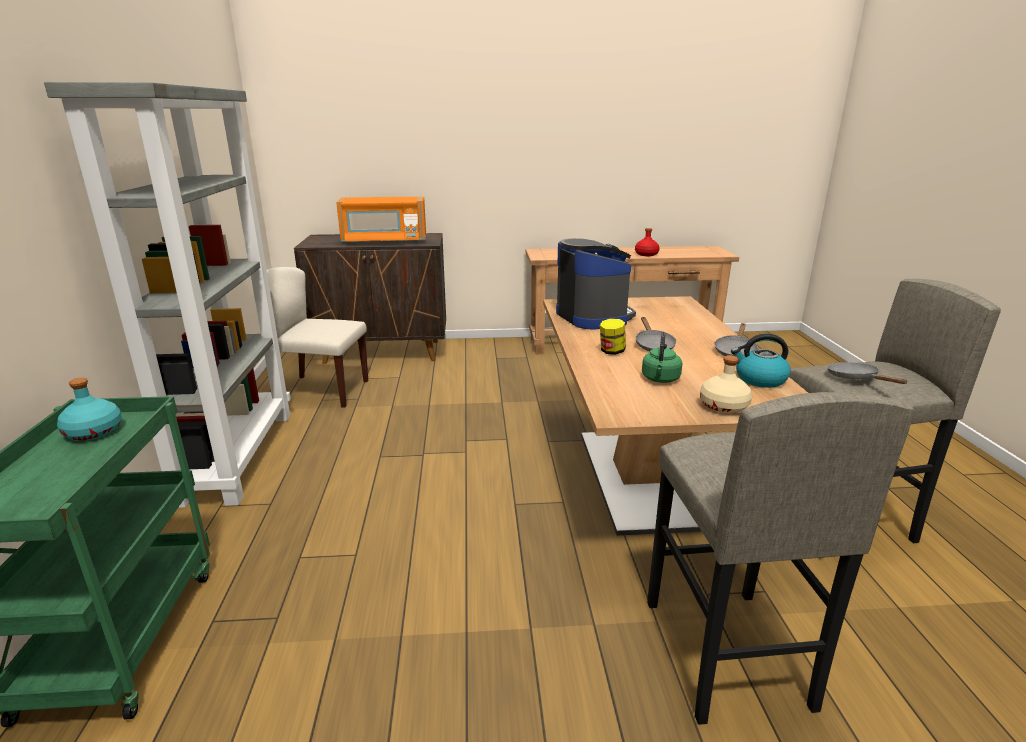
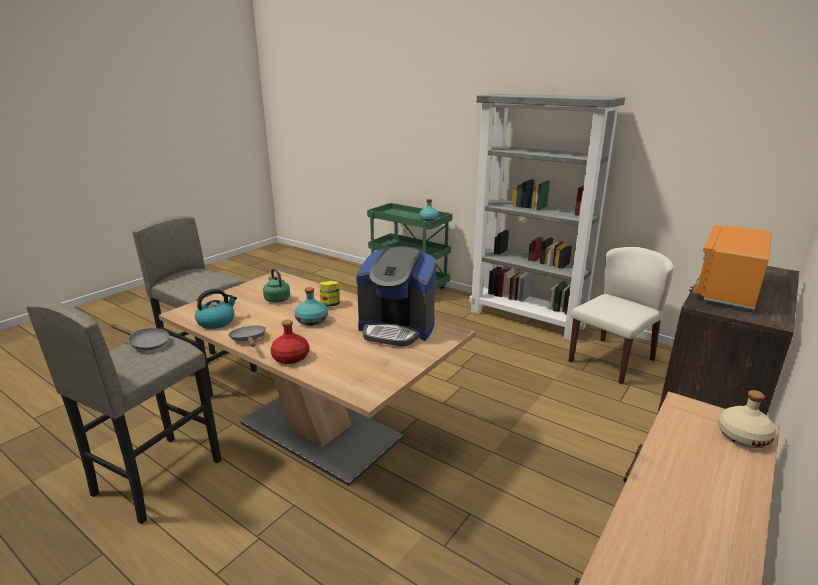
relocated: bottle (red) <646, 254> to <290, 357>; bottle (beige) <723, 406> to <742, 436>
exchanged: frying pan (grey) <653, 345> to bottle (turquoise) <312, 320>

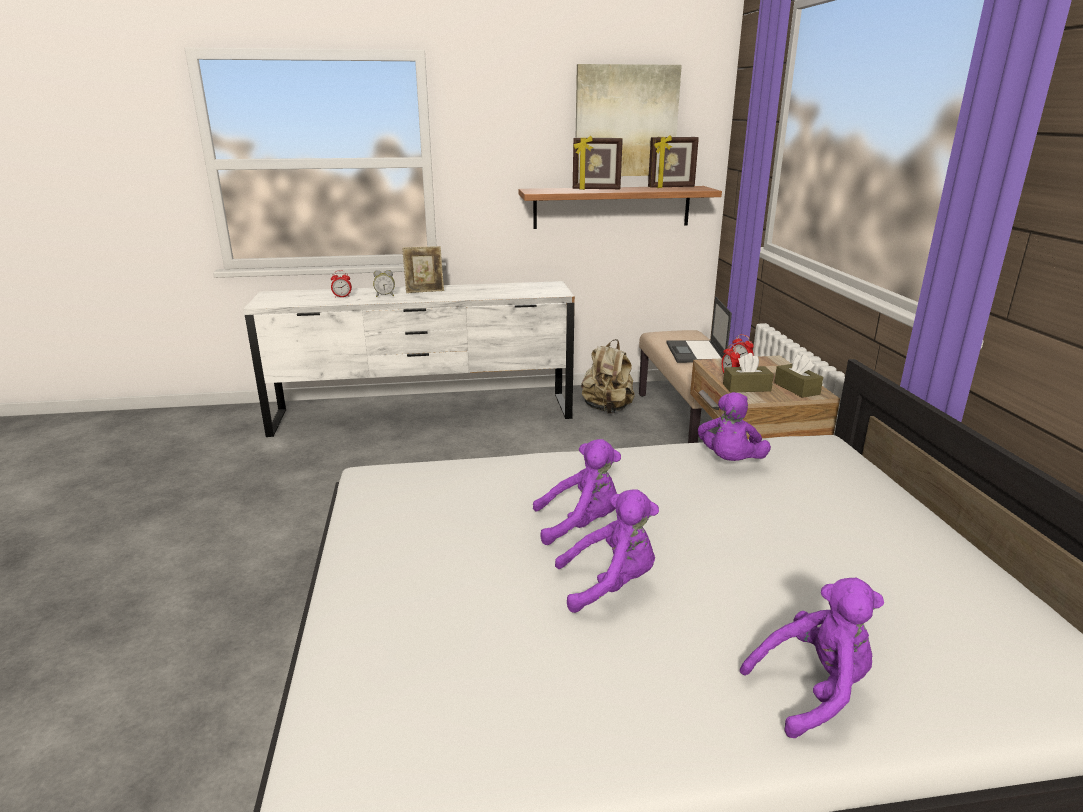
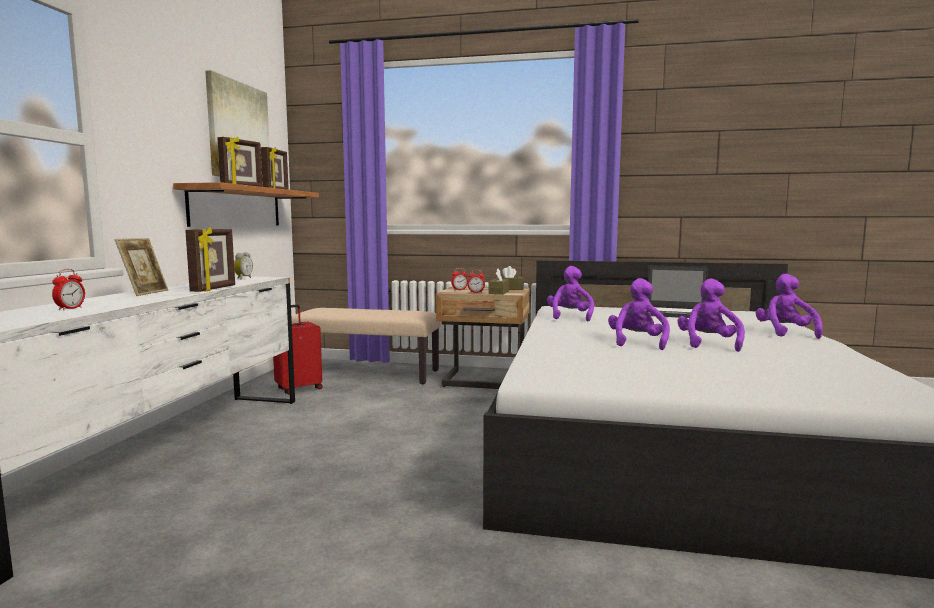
appeared: picture frame <214, 289>
relocated: alarm clock <385, 296> to <242, 278>; laptop <696, 352> to <676, 313>
exchanged: backpack (beige) <607, 409> to suitcase (red) <299, 389>
spun: plush toy (purple) <729, 462> = <569, 317> 120 degrees counterclockwise

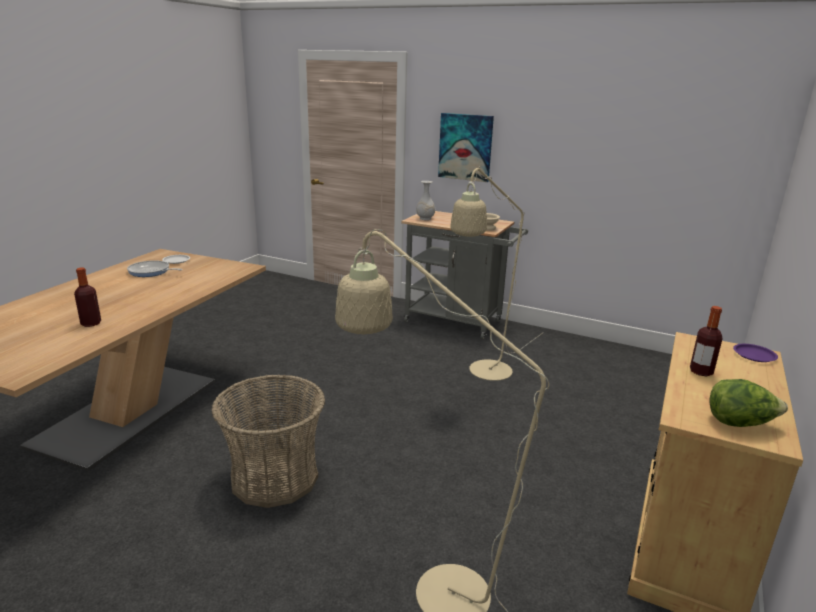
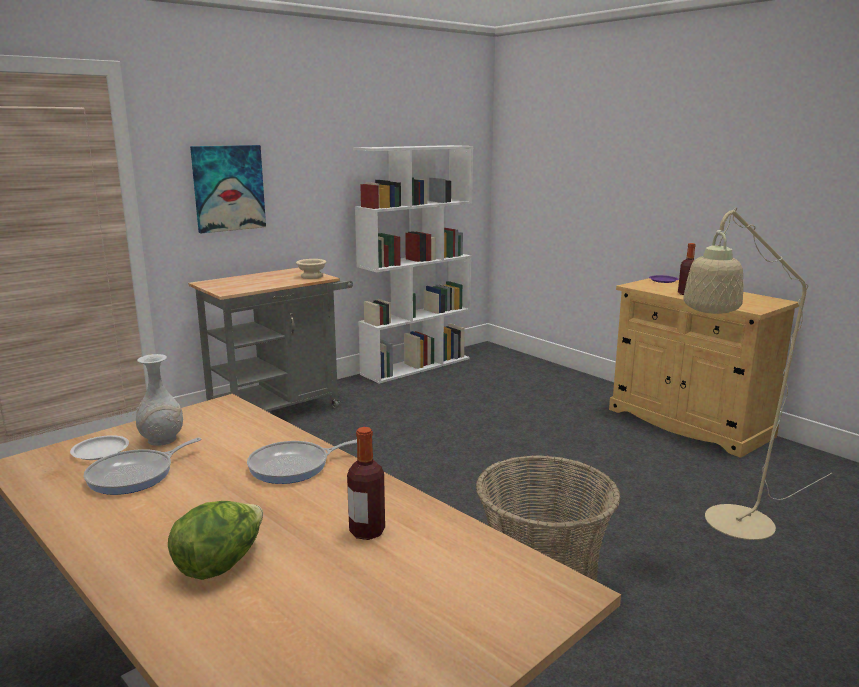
missing: floor lamp (beige) <485, 374>
appeared: frying pan <293, 466>; bookcase (white) <416, 366>
relocated: vase (white) <425, 218> to <162, 440>; lettuce <740, 423> to <220, 564>

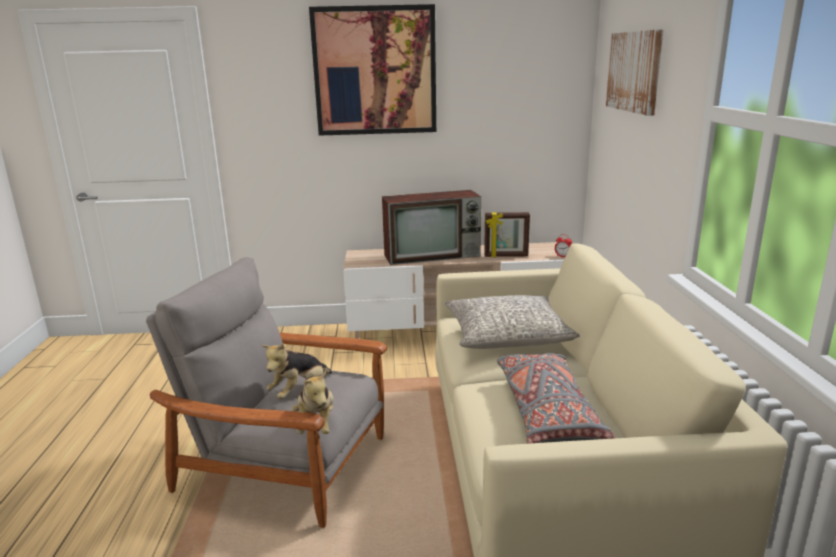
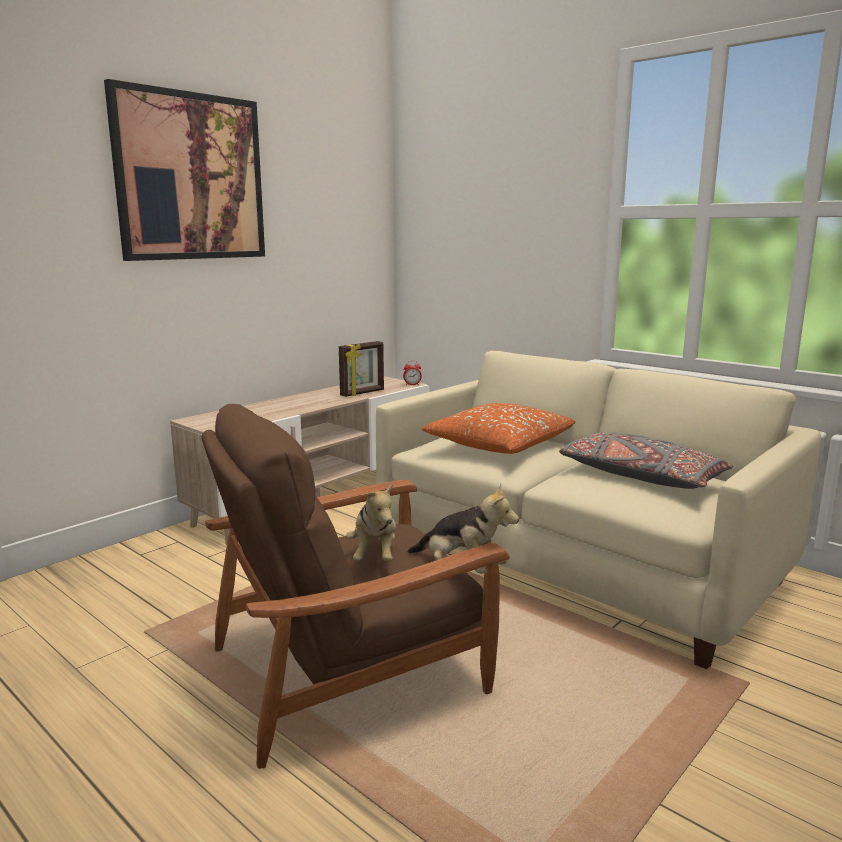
missing: television <433, 255>; picture <634, 71>
colour: armchair (grey) <285, 464> to armchair (brown) <350, 670>; pillow (grey) <507, 336> to pillow (orange) <499, 444>

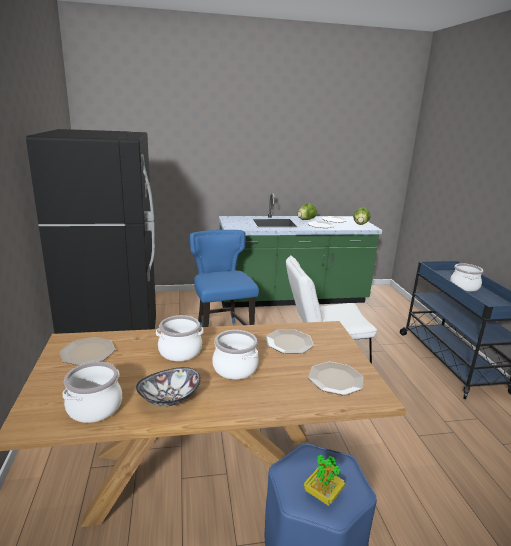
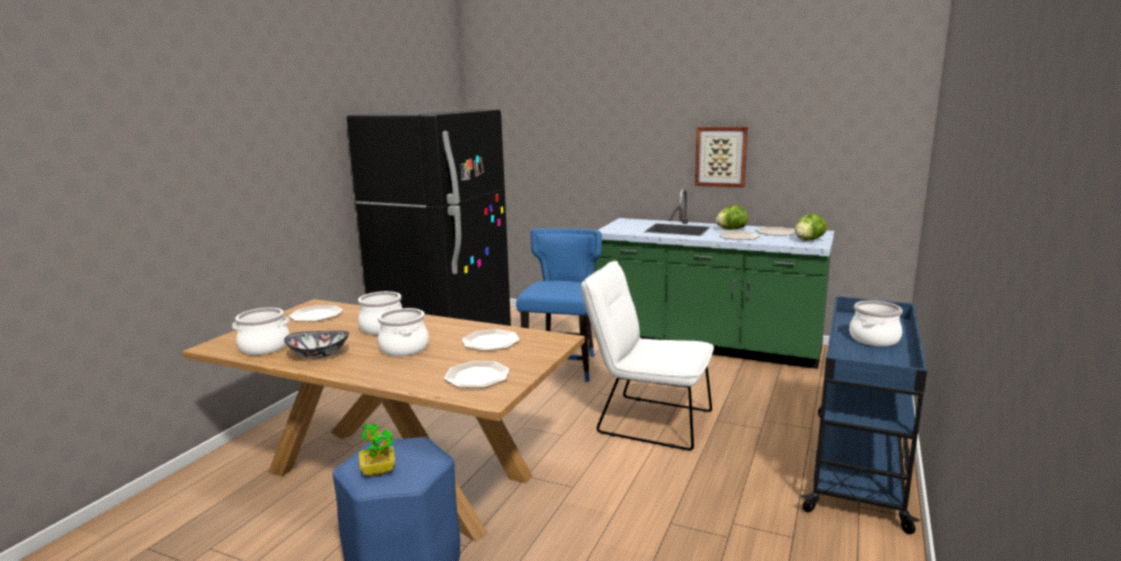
appeared: picture <721, 156>

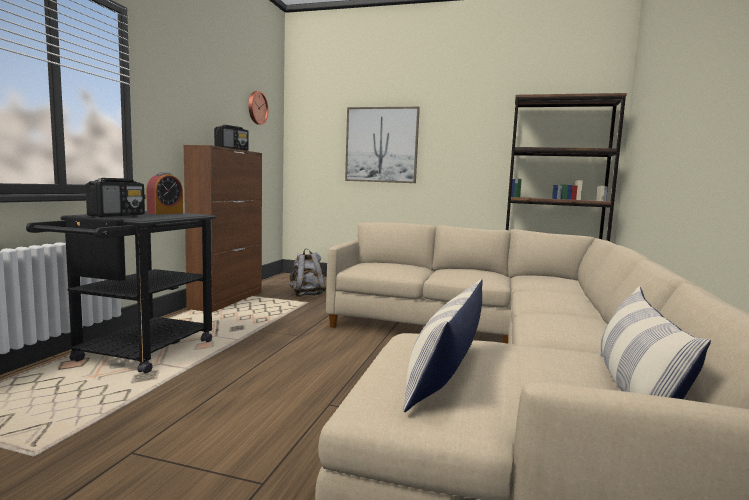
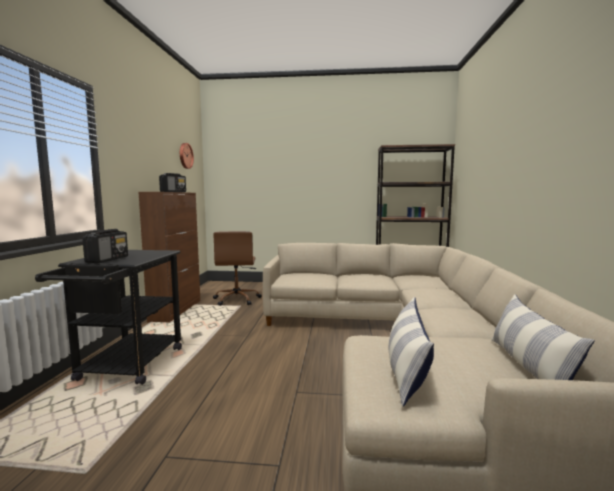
missing: alarm clock <165, 213>; picture <381, 145>
exchanged: backpack (grey) <307, 295> to office chair (brown) <237, 299>

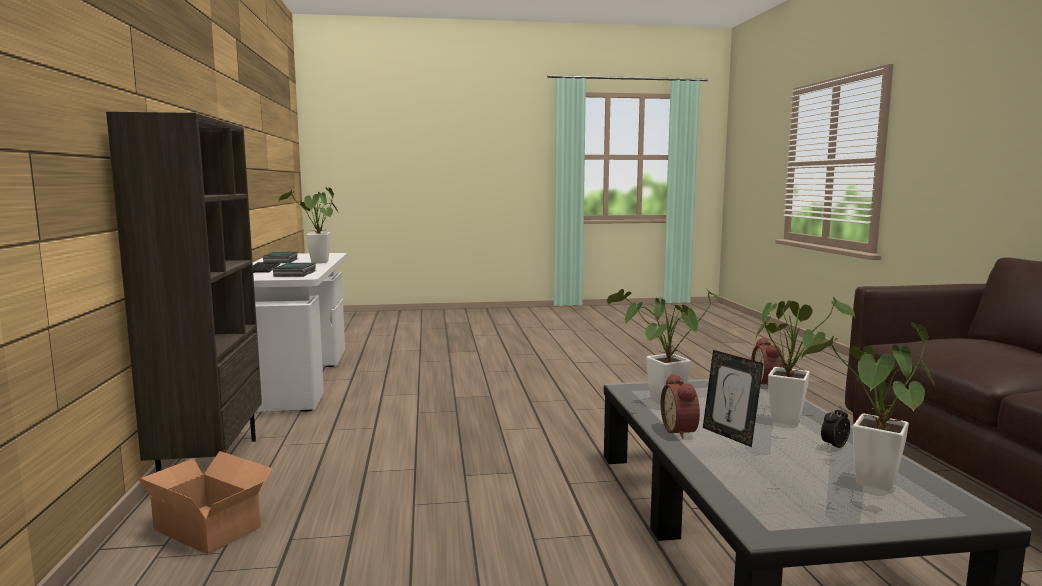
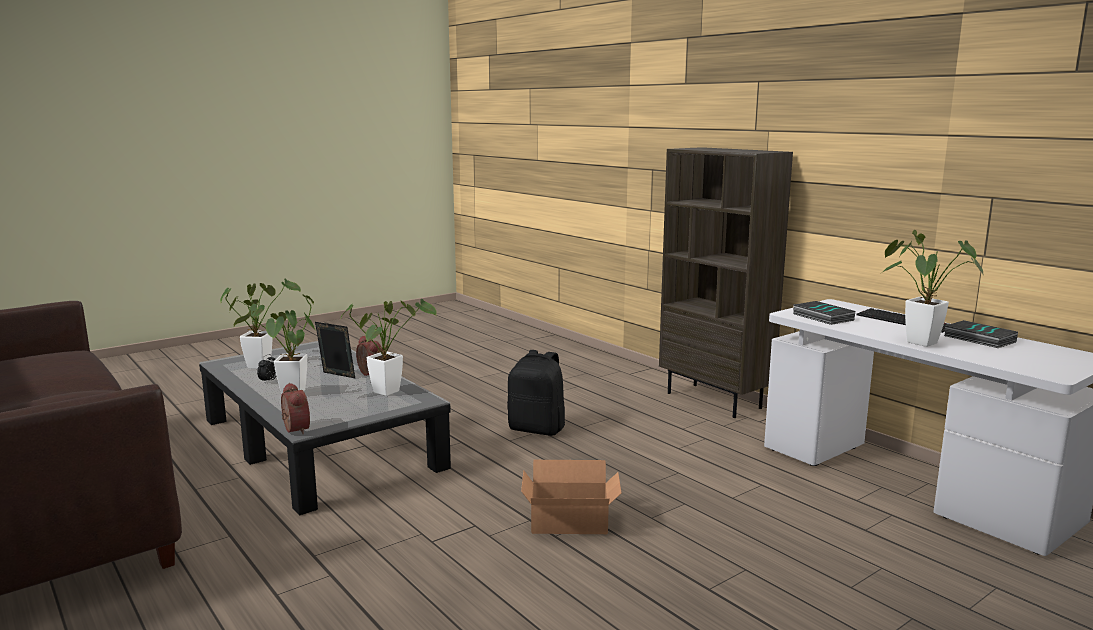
appeared: backpack (black) <537, 429>
relocated: cardboard box <209, 526> to <571, 523>

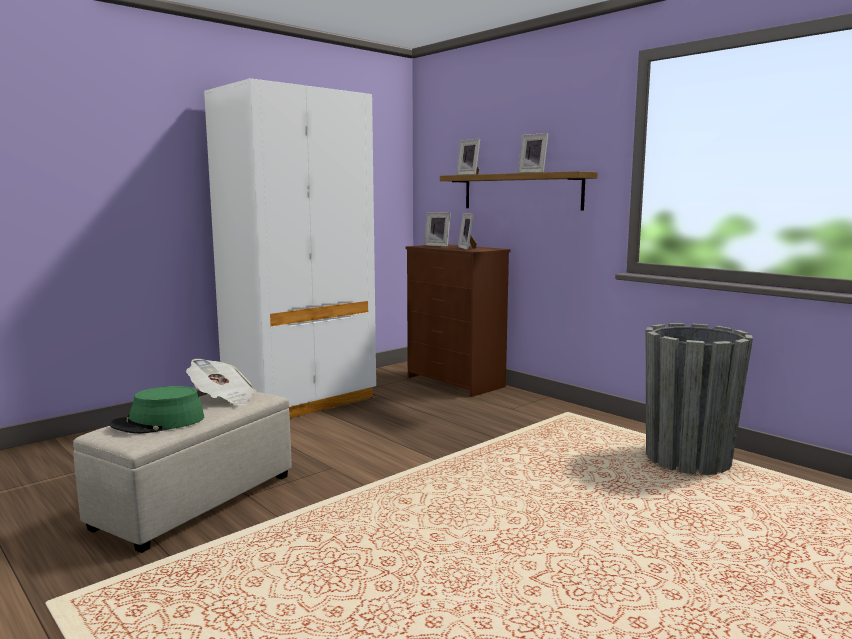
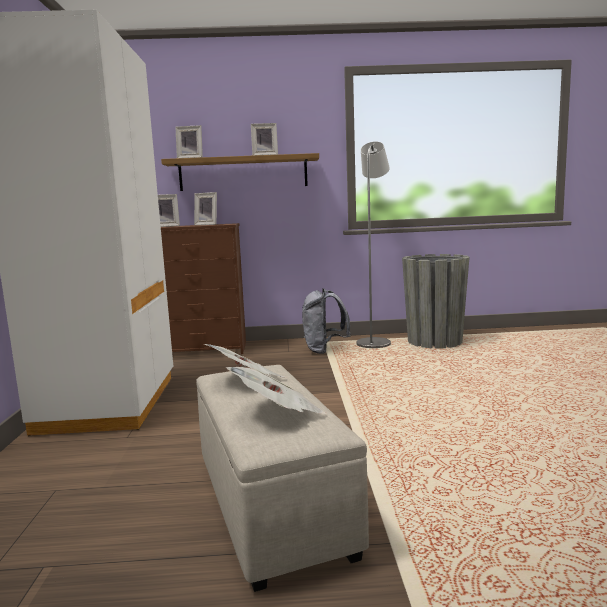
appeared: backpack (grey) <324, 350>; floor lamp (grey) <375, 342>
exchanged: hat (green) <158, 422> to newspaper <278, 414>

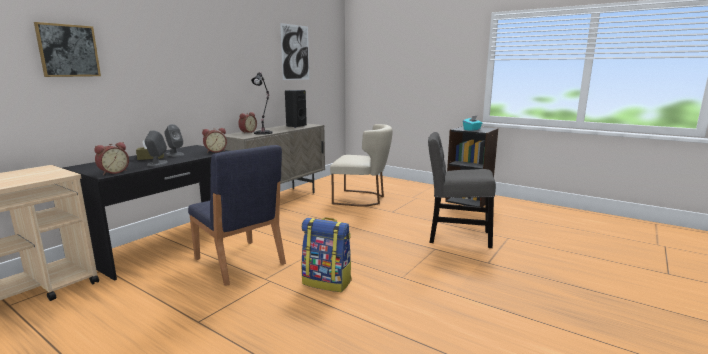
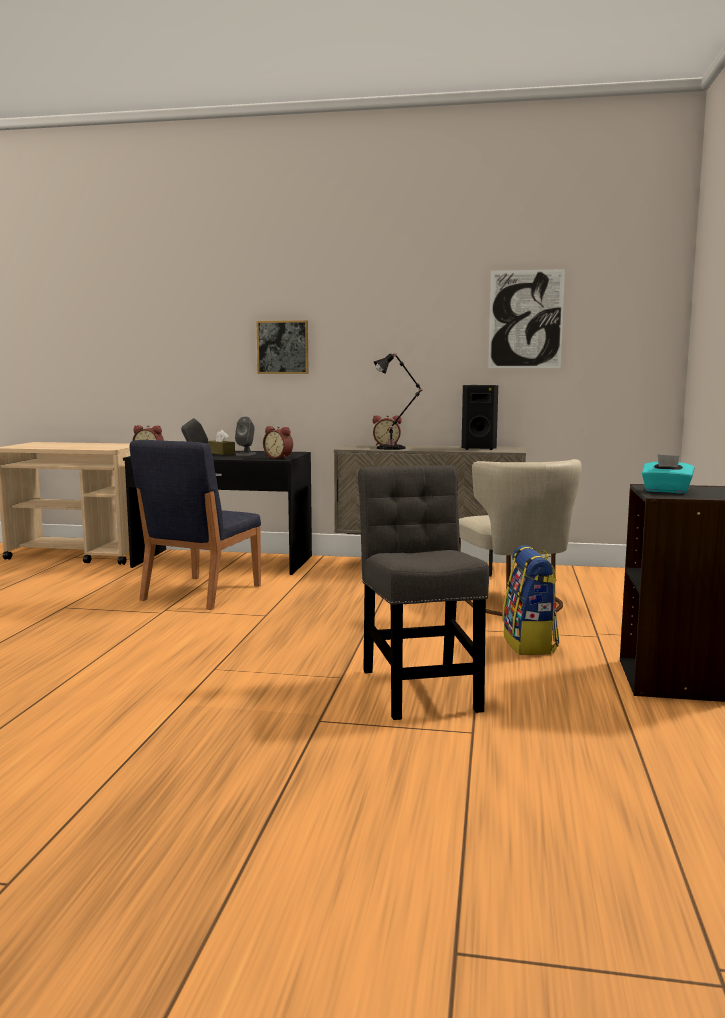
relocated: picture <68, 50> to <283, 347>; backpack <327, 282> to <530, 644>

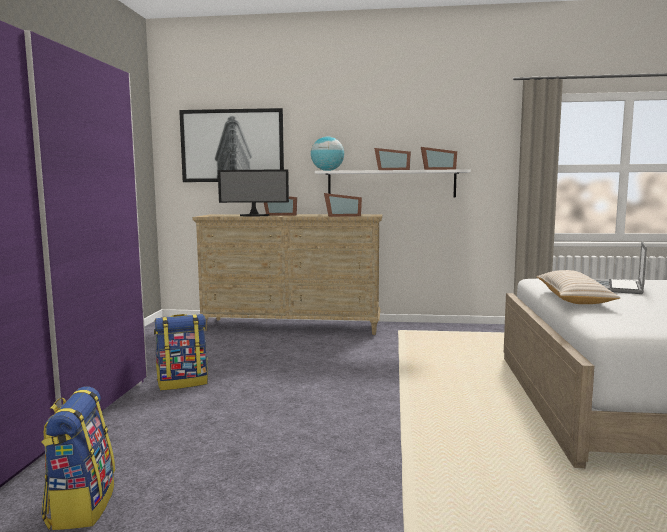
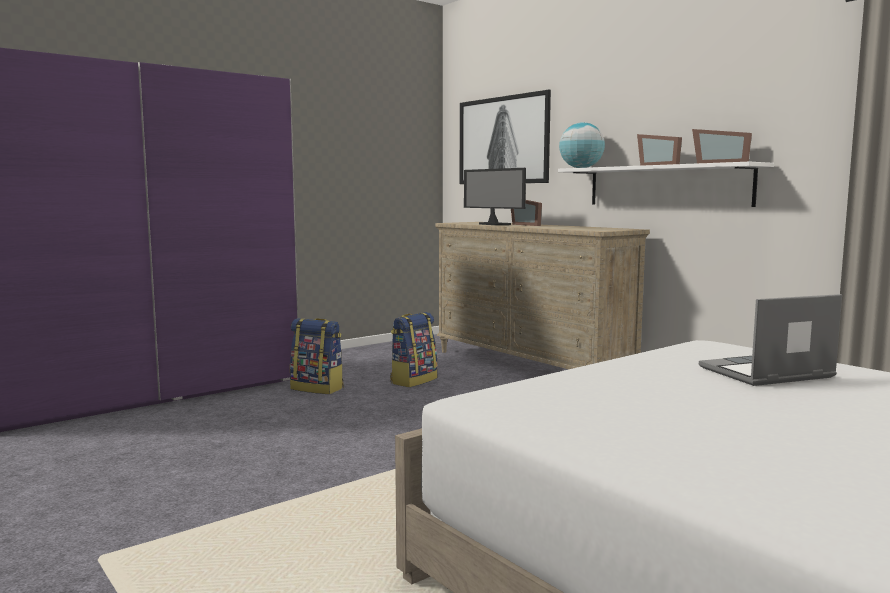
missing: picture frame <342, 216>; pillow (beige) <573, 298>
relocated: backpack <81, 506> to <413, 380>

